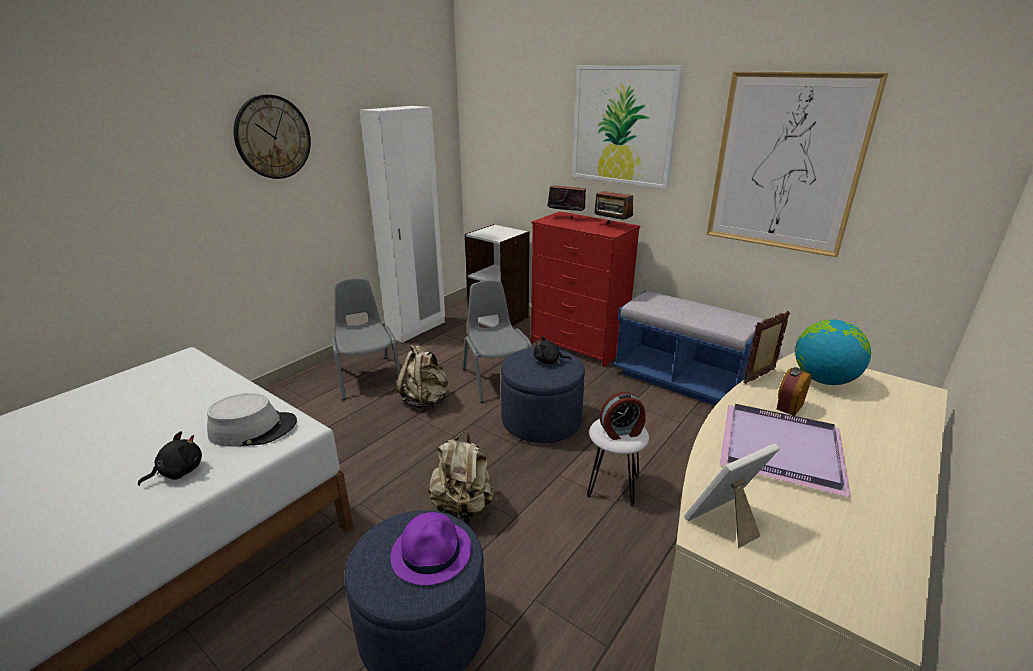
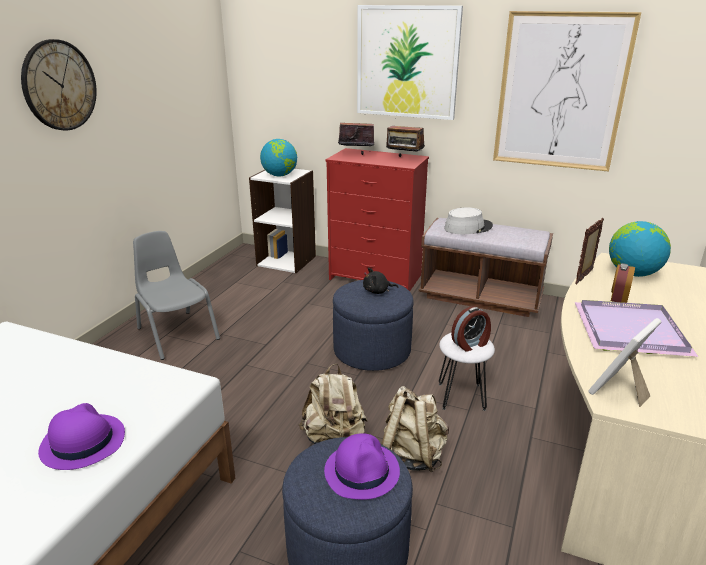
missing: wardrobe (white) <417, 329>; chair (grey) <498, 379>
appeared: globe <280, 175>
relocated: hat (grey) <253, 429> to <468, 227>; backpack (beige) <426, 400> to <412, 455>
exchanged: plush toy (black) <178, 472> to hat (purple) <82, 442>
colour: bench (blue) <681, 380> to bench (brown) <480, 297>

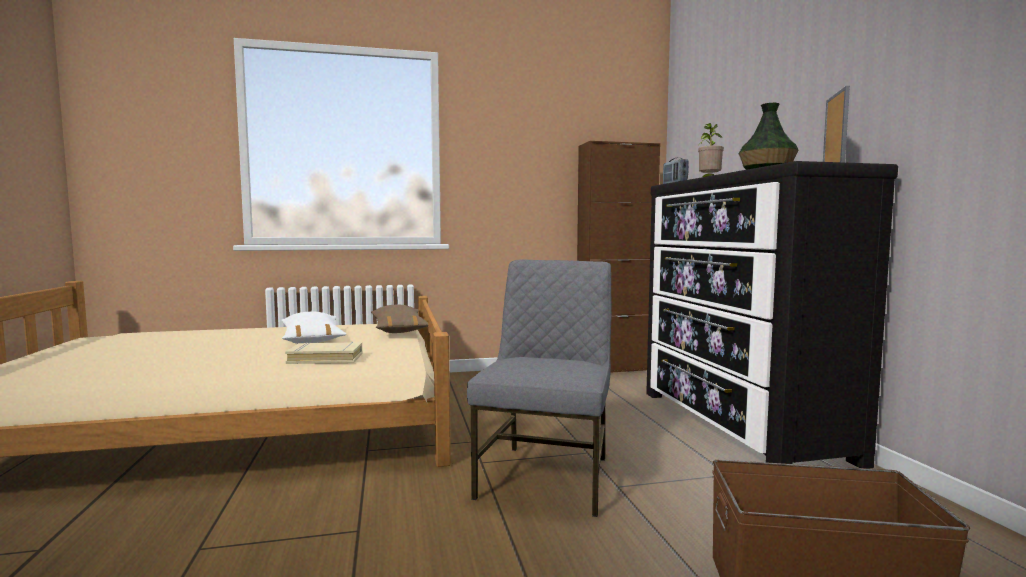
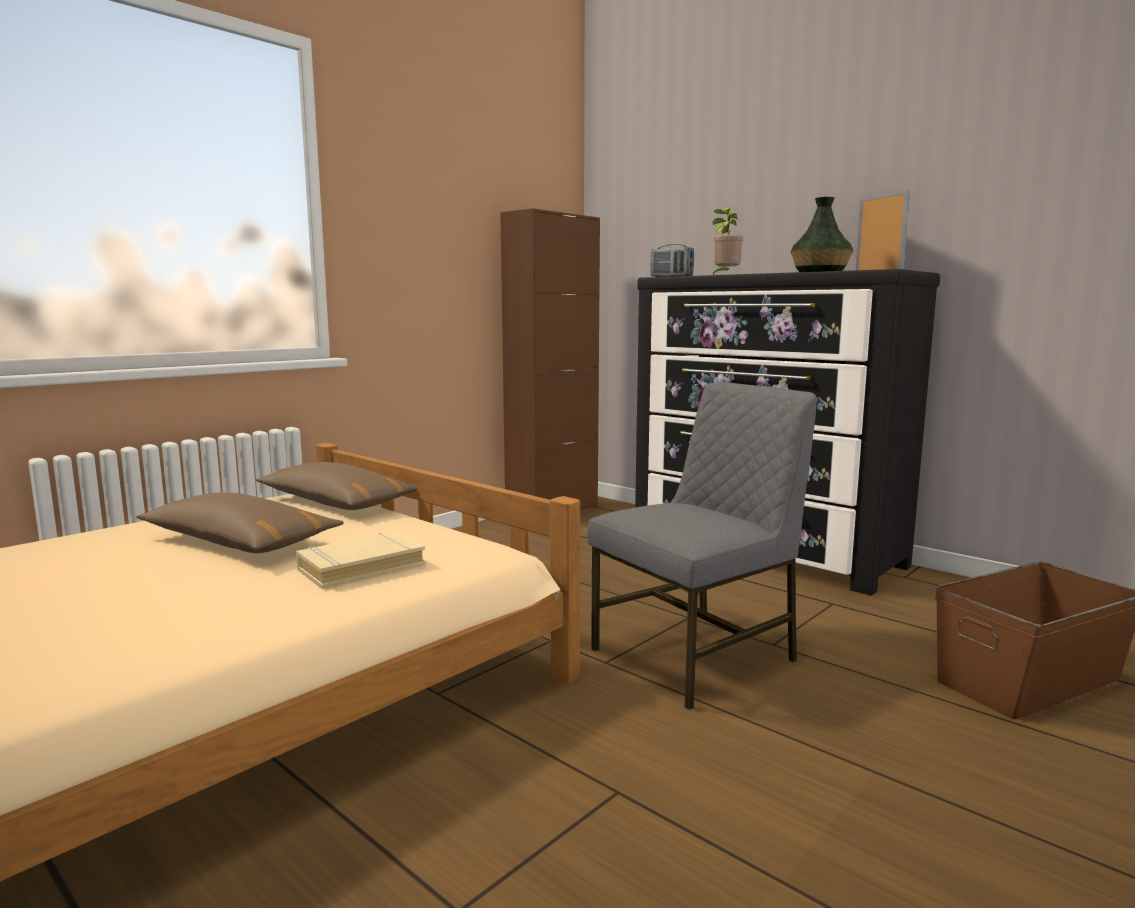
colour: pillow (white) <312, 339> to pillow (brown) <240, 542>
spun: chair (grey) <547, 476> = <698, 655> 75 degrees clockwise

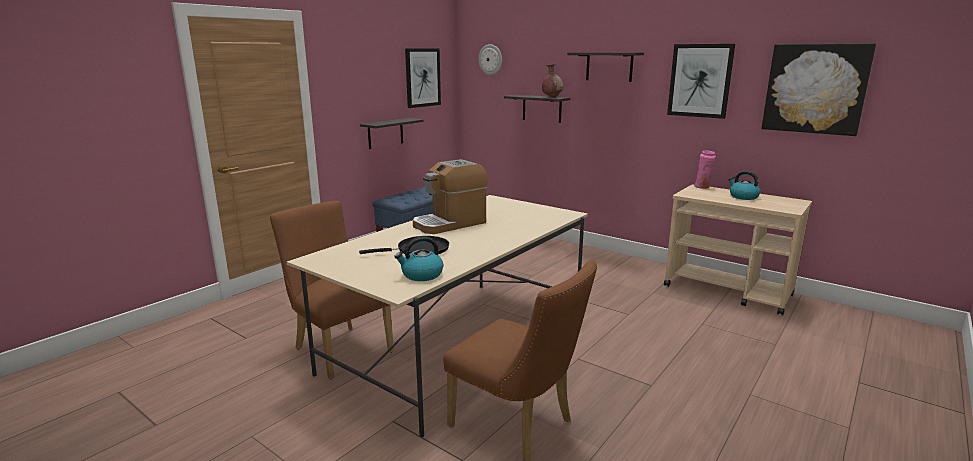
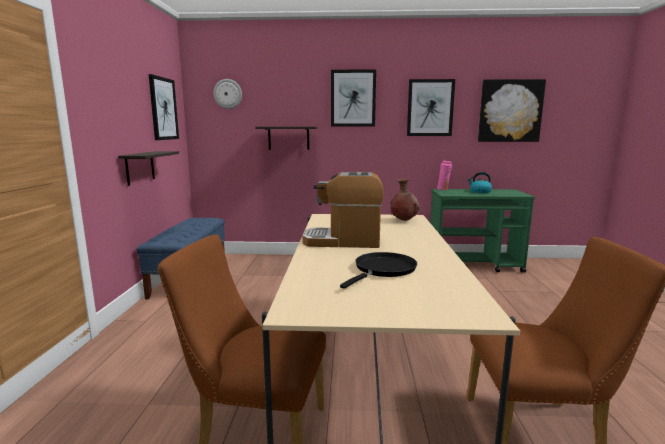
missing: kettle <421, 275>
relocated: vase (brown) <552, 97> to <403, 221>
exchanged: shelf <609, 66> to picture <353, 98>
colour: cart (beige) <728, 291> to cart (green) <474, 265>
spun: coffee machine <450, 223> = <343, 241> 75 degrees clockwise

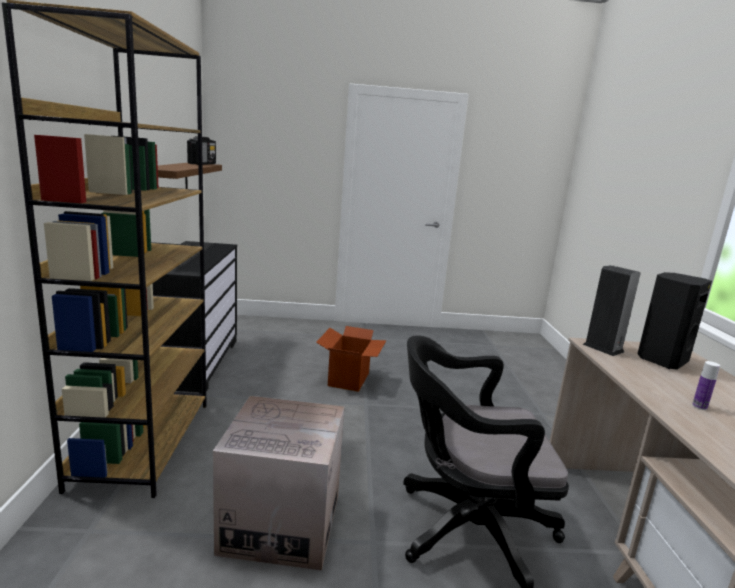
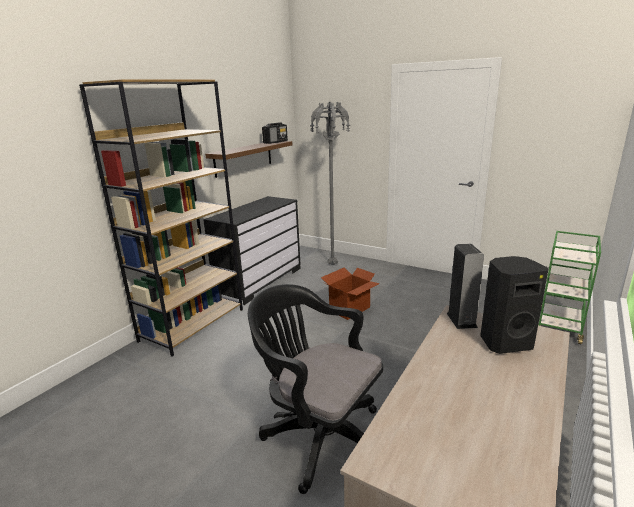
missing: cardboard box <281, 523>; bottle <699, 406>
appeared: floor lamp (grey) <333, 264>; cart (green) <559, 326>

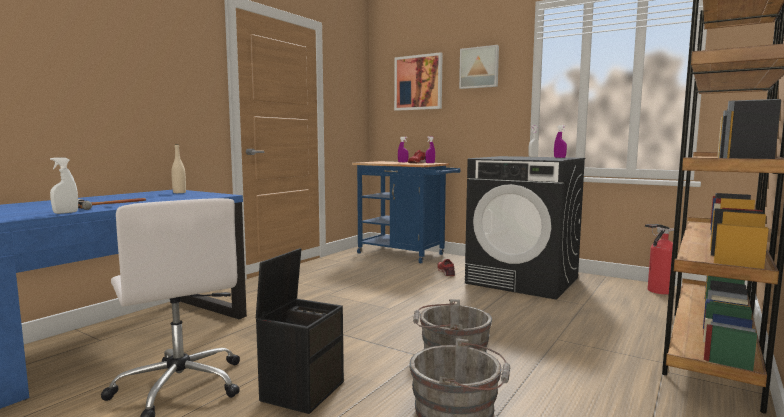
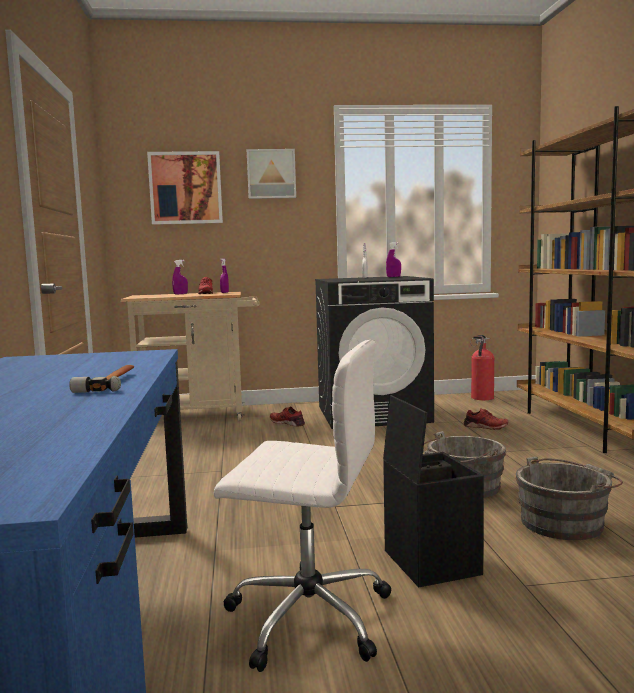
missing: spray bottle (white) <65, 213>; bottle (beige) <179, 192>
appeared: shoe (red) <485, 426>
colour: cart (blue) <405, 254> to cart (beige) <199, 416>

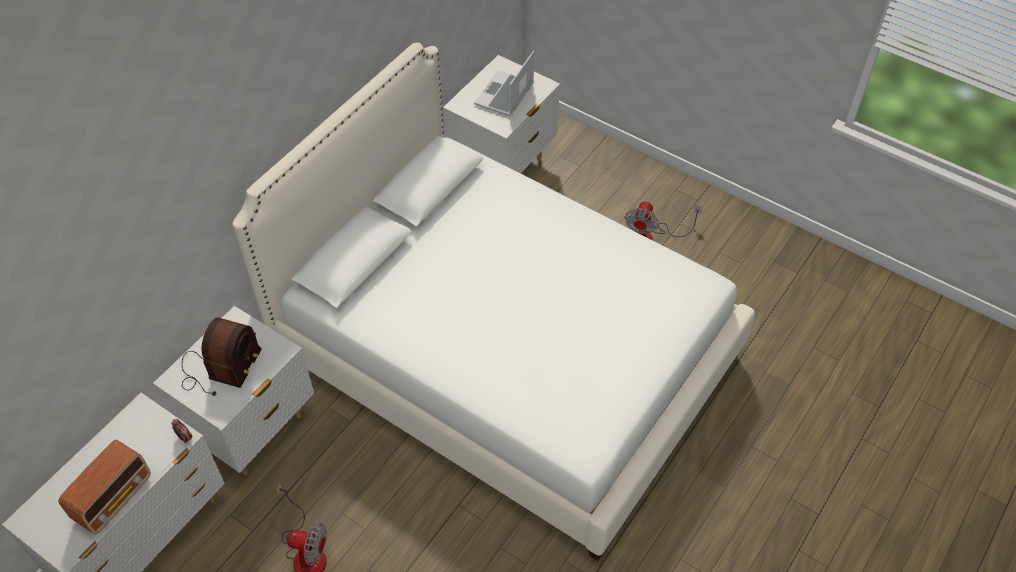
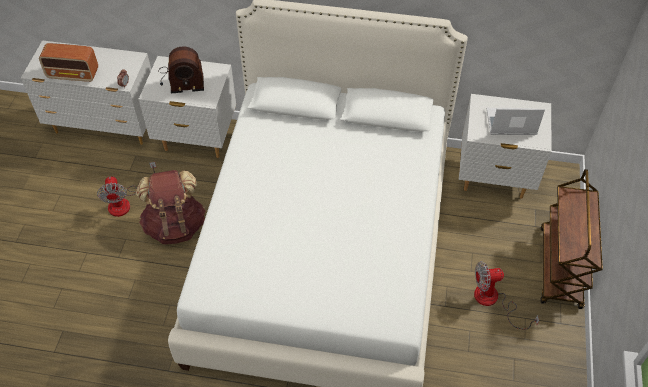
appeared: backpack (brown) <175, 225>; cart (brown) <560, 268>

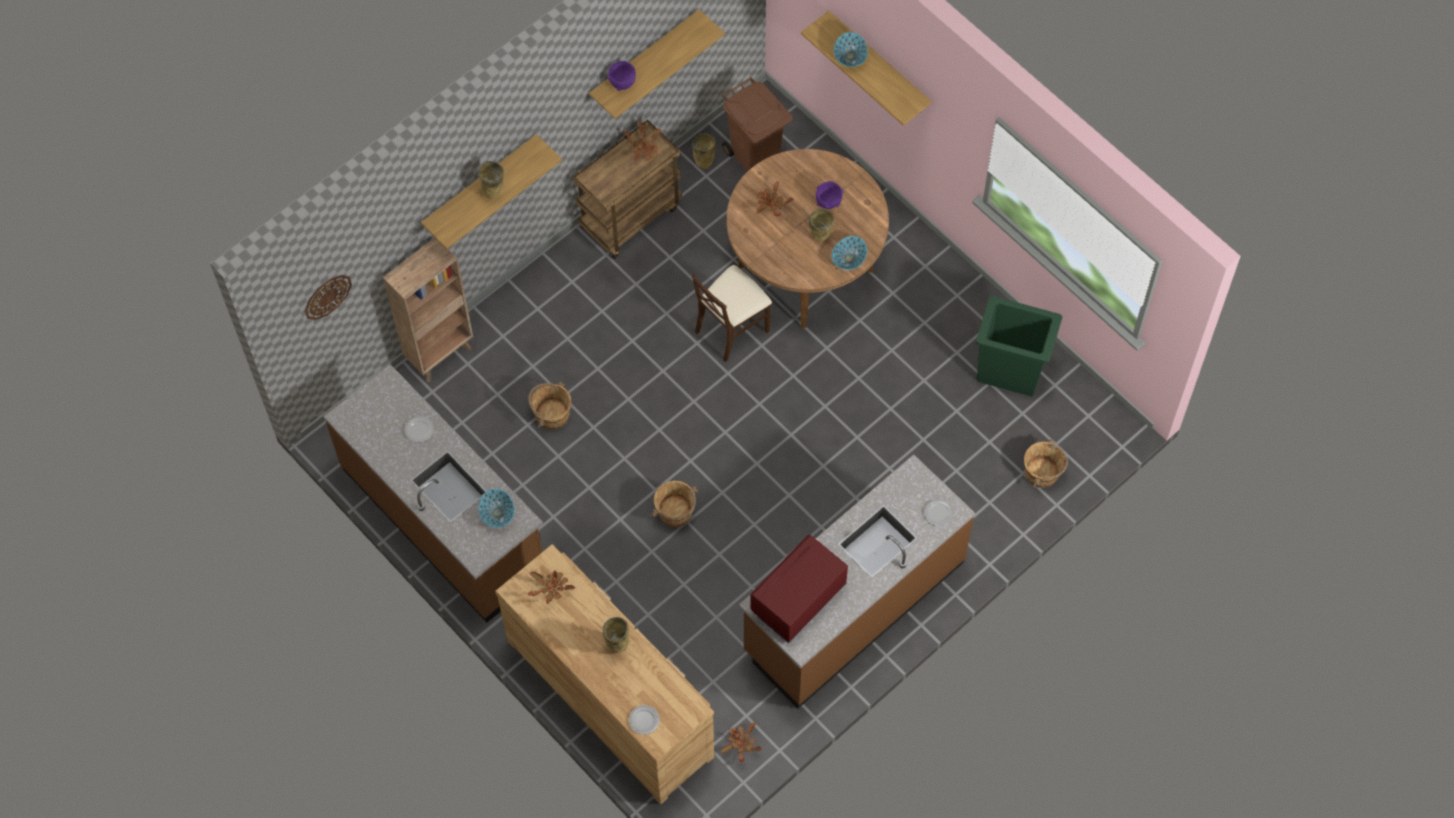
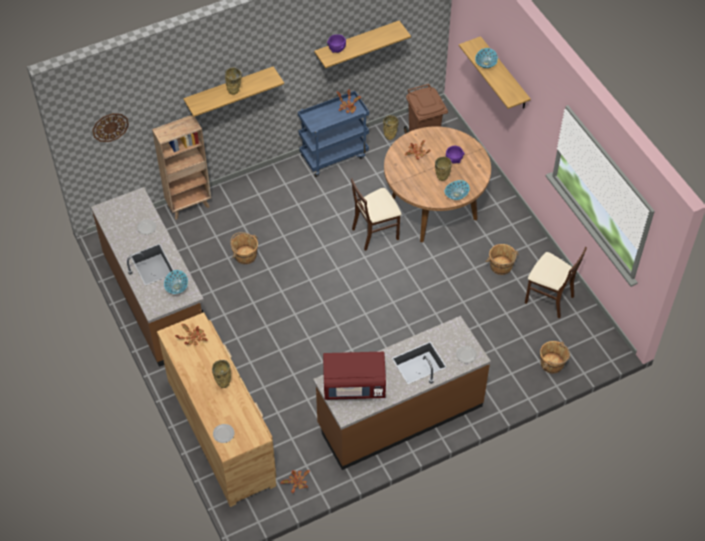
relocated: bucket (brown) <675, 512> to <501, 266>
exchanged: trash can (green) <1010, 372> to chair (beige) <549, 298>
colour: cart (brown) <630, 215> to cart (blue) <334, 155>
spun: microwave (red) <799, 599> = <354, 385> 150 degrees counterclockwise

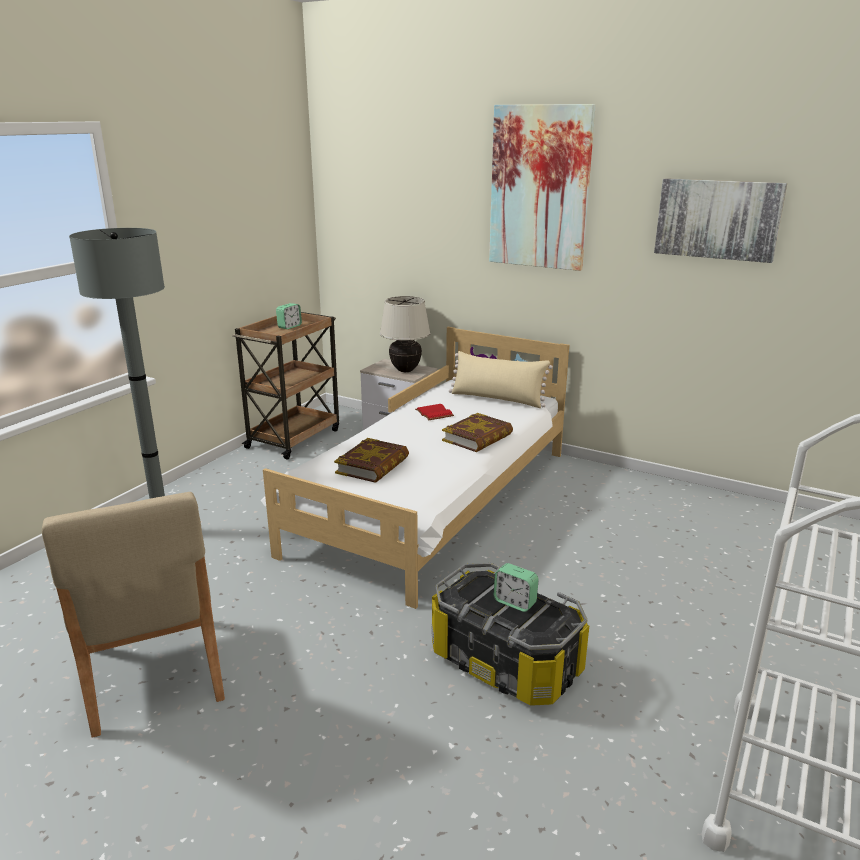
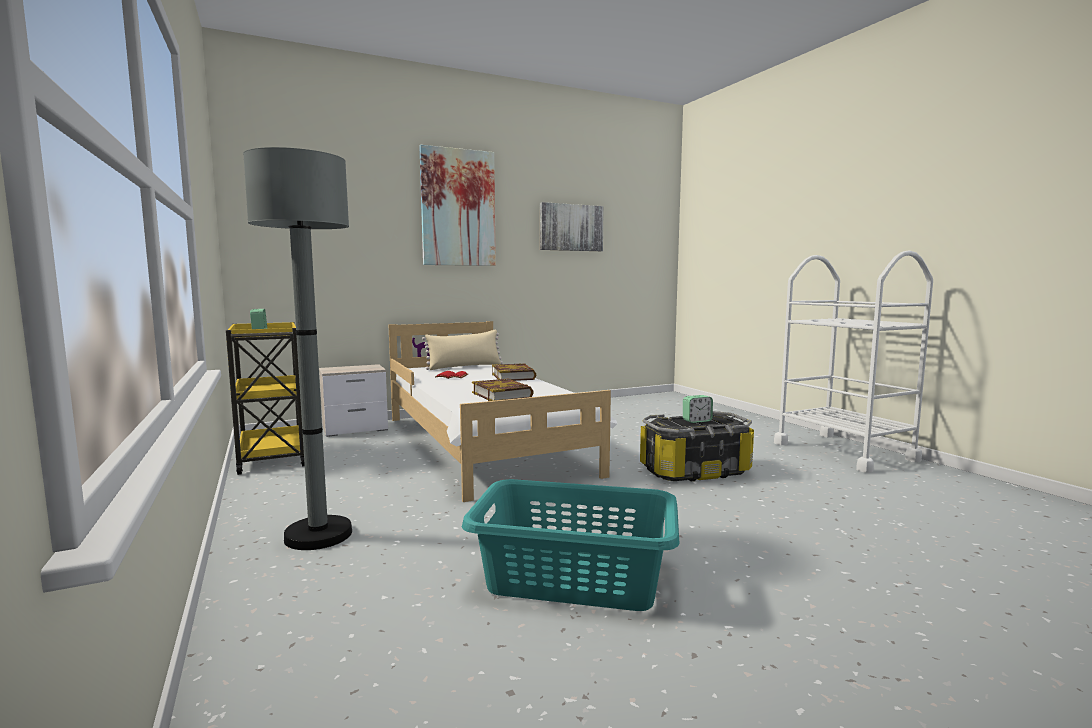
missing: table lamp (beige) <405, 370>
exchanged: chair (beige) <153, 674> to laundry basket (turquoise) <574, 578>
colour: cart (brown) <294, 438> to cart (yellow) <272, 456>

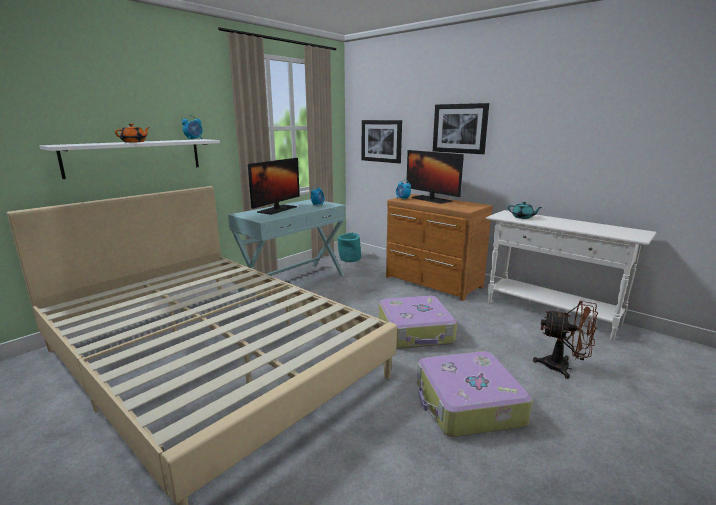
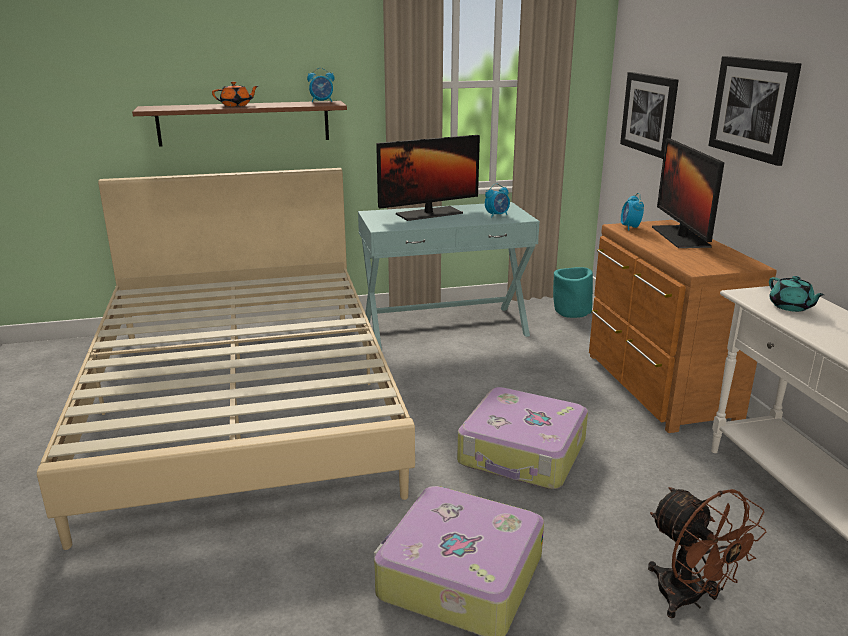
colour: shelf (white) <135, 157> to shelf (brown) <244, 123>

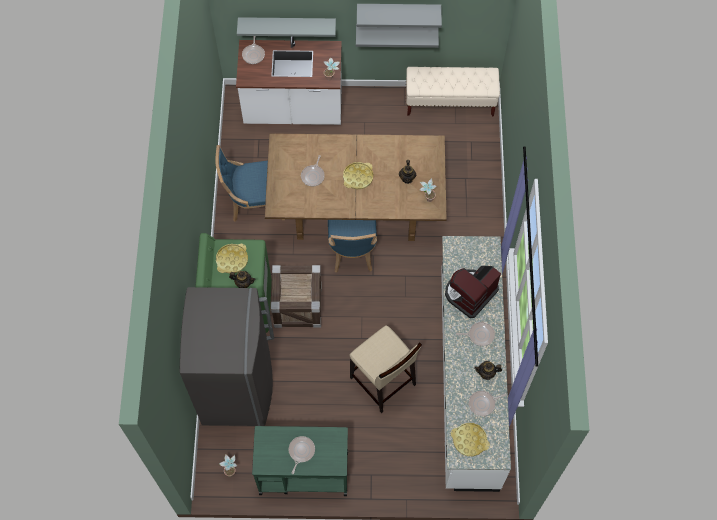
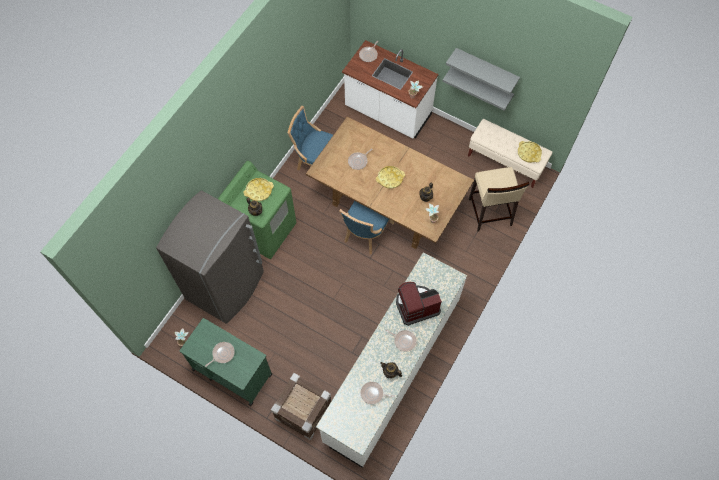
missing: shelf (grey) <287, 24>
relocated: crate <298, 306> to <303, 411>; stool (beige) <383, 382> to <489, 212>; tray (yellow) <469, 440> to <529, 153>

